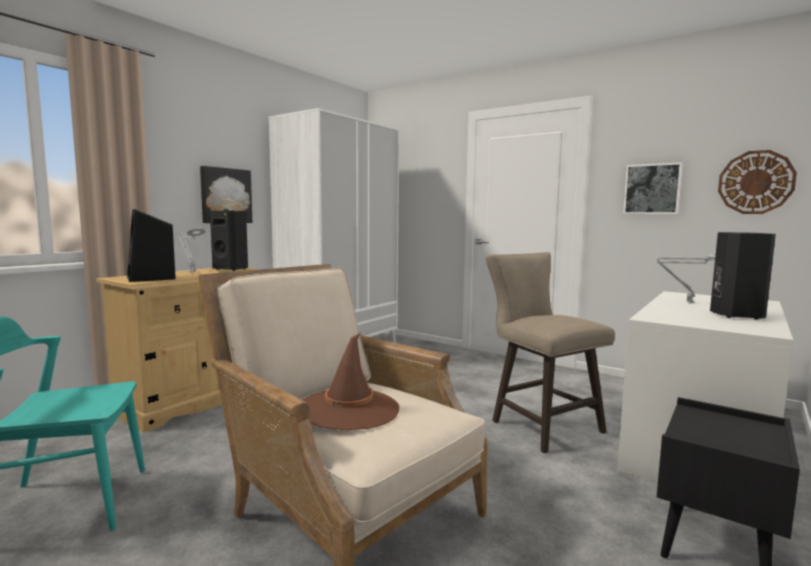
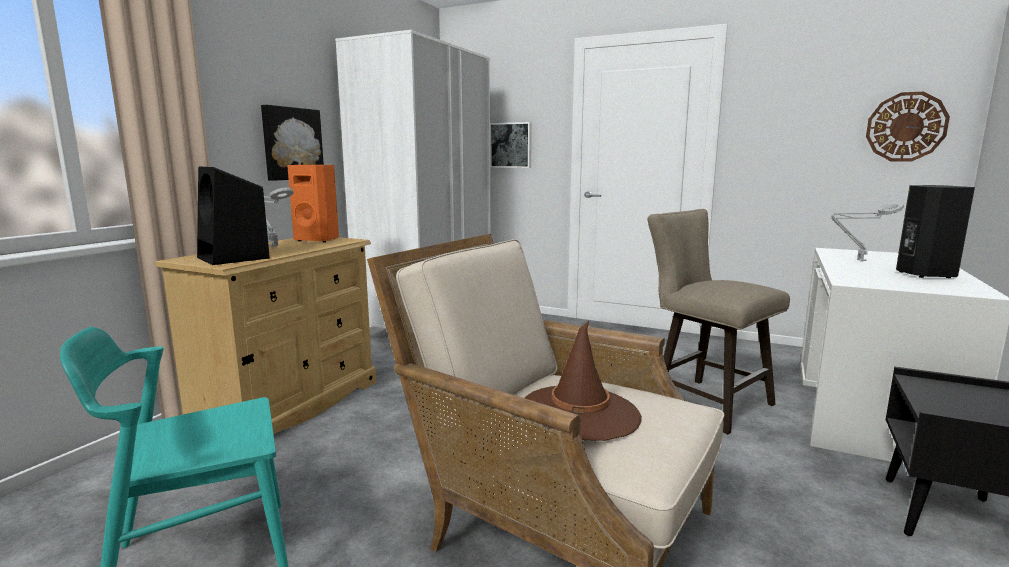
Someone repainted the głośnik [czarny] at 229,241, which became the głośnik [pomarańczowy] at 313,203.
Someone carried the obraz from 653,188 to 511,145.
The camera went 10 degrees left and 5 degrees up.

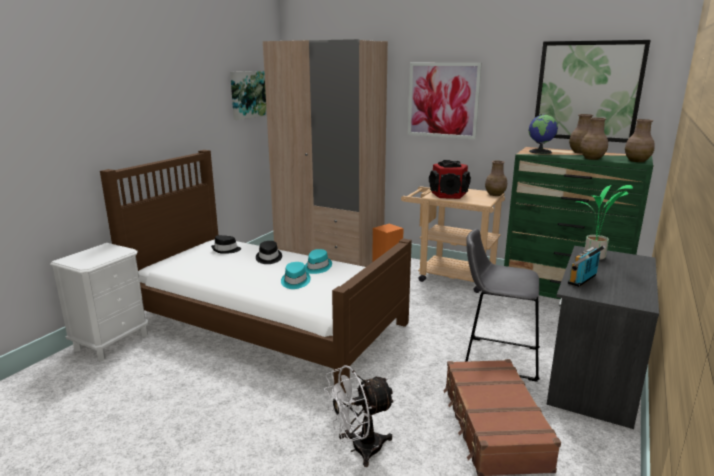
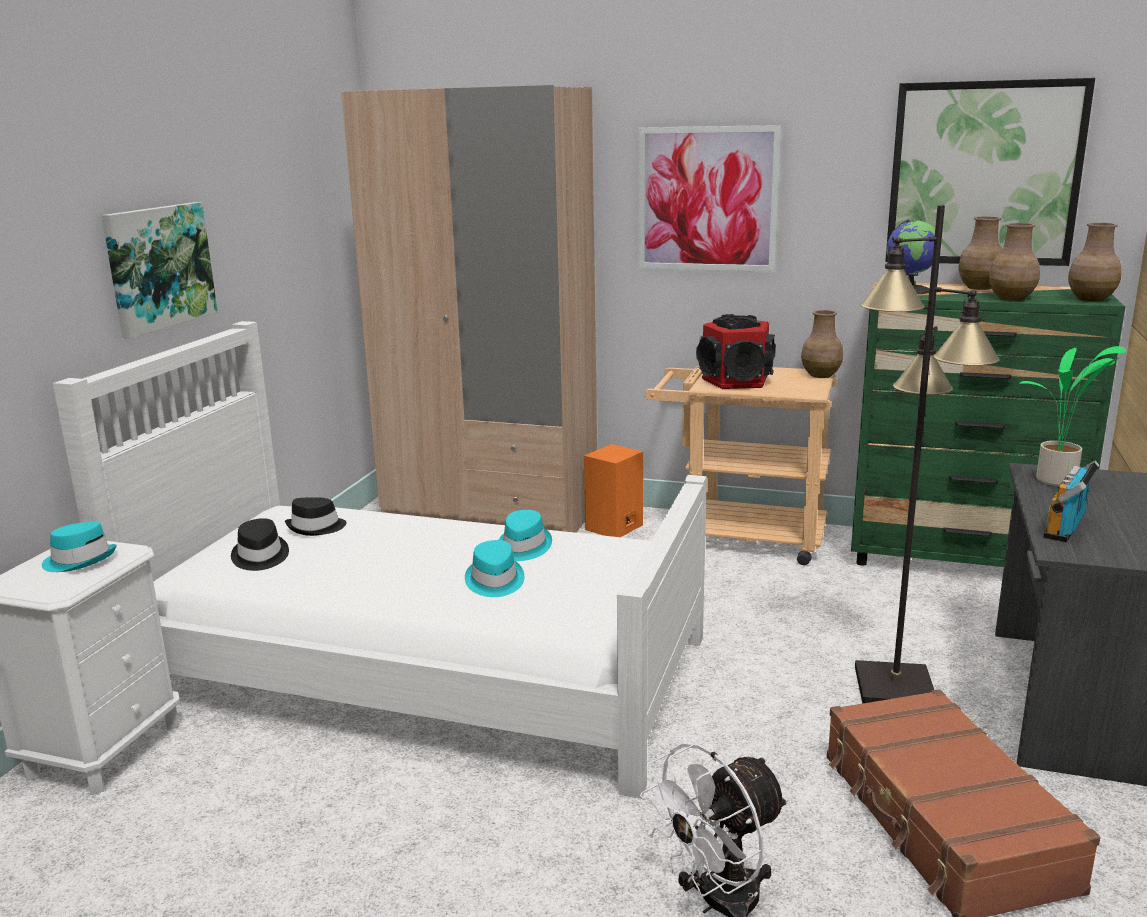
Someone put down the kapelusz [turkusowy] at 79,547.
Someone repainted the łóżko [brązowy] at 256,272, which became the łóżko [biały] at 380,560.
Someone carried the obraz from 248,95 to 159,270.
Someone carried the kapelusz [czarny] from 269,252 to 260,544.
Someone swapped the stołek [szary] at 502,305 for the lampa stojąca [czarny] at 927,454.
The camera went 10 degrees left and 0 degrees up.

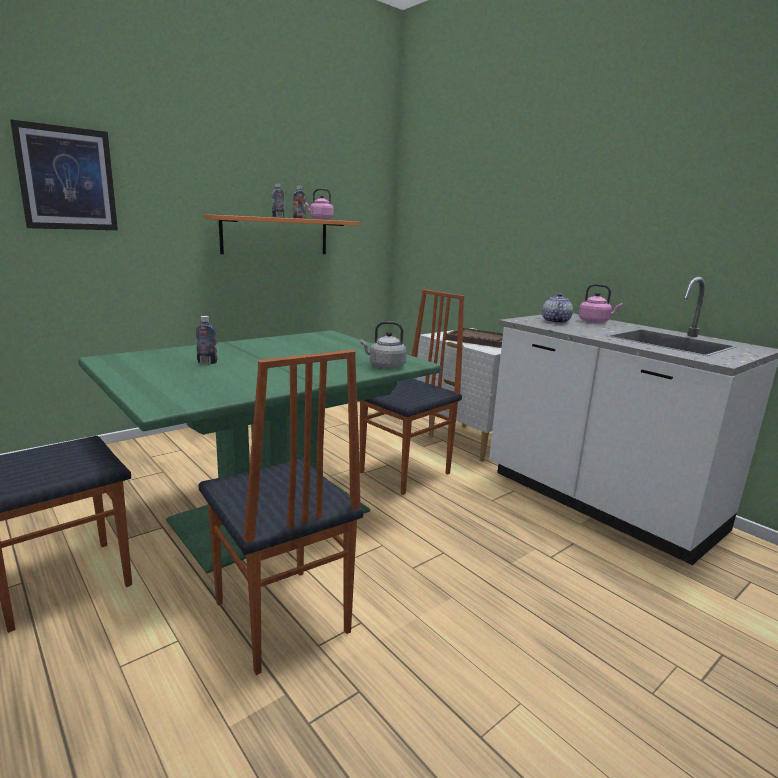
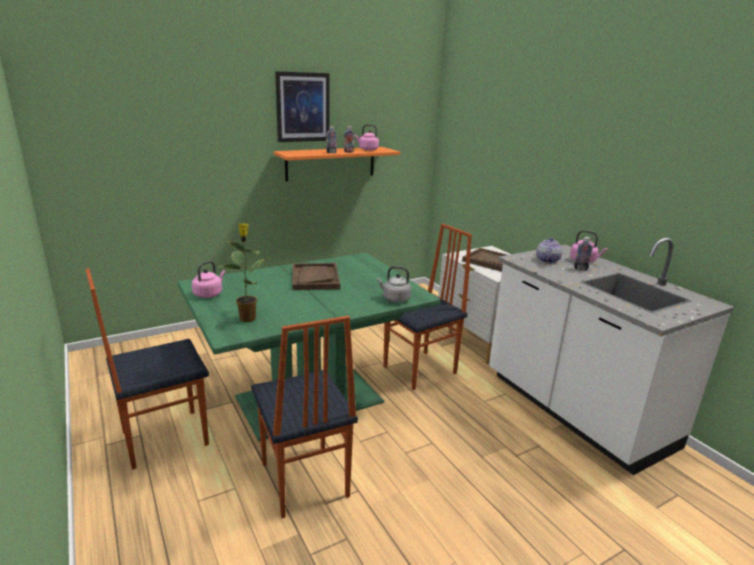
Someone put down the czajnik [różowy] at 208,279.
Someone put down the roślina doniczkowa at 243,272.
Someone carried the obraz from 64,174 to 302,106.
Someone put down the taca [brązowy] at 316,276.
Someone carried the butelka from 206,340 to 583,254.
The camera went 10 degrees right and 5 degrees up.

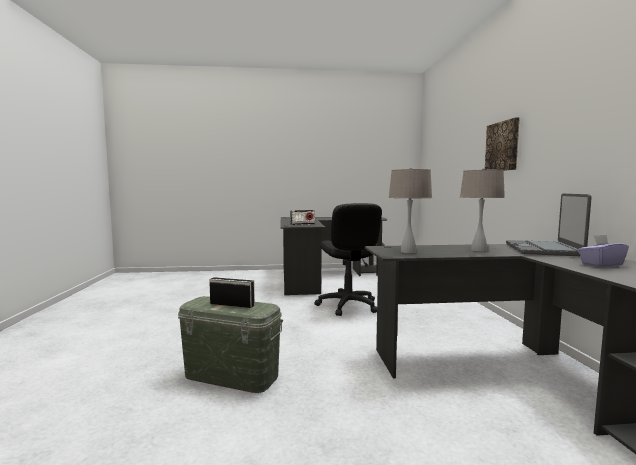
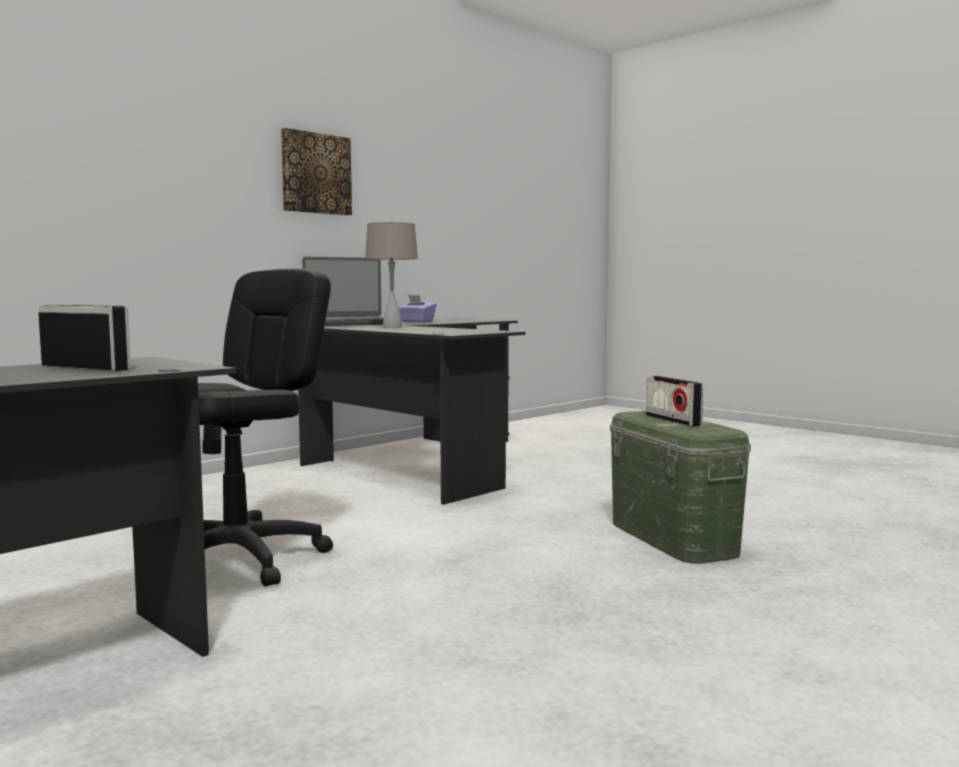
Someone carried the obraz from 502,144 to 316,171.
Someone took away the lampa stołowa [beżowy] at 410,210.
The camera went 130 degrees left and 0 degrees up.

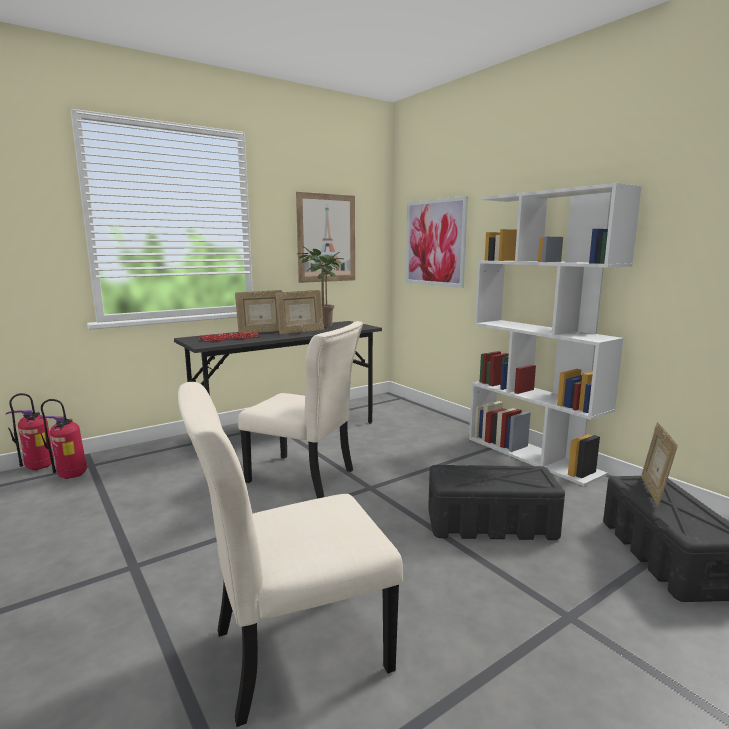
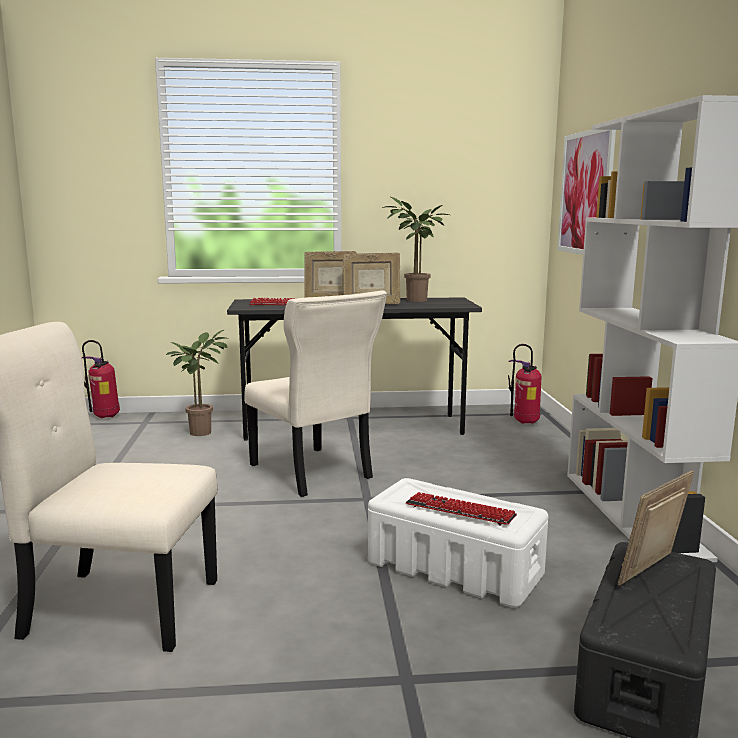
Someone put down the roślina doniczkowa at 197,383.
Someone repainted the pojemnik do przechowywania [czarny] at 496,502, which became the pojemnik do przechowywania [biały] at 458,543.
Someone put down the klawiatura at 461,509.
Someone carried the gaśnica from 63,439 to 525,384.
Someone took away the obraz at 325,237.
The camera went 30 degrees right and 0 degrees up.

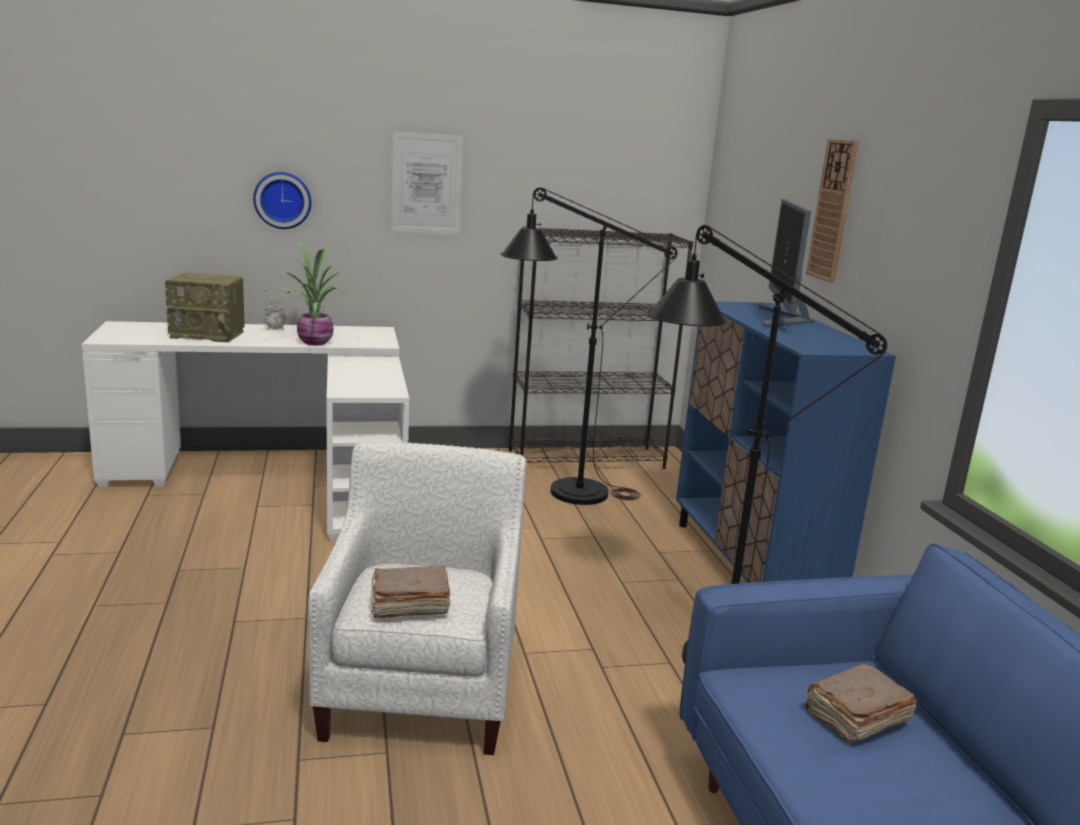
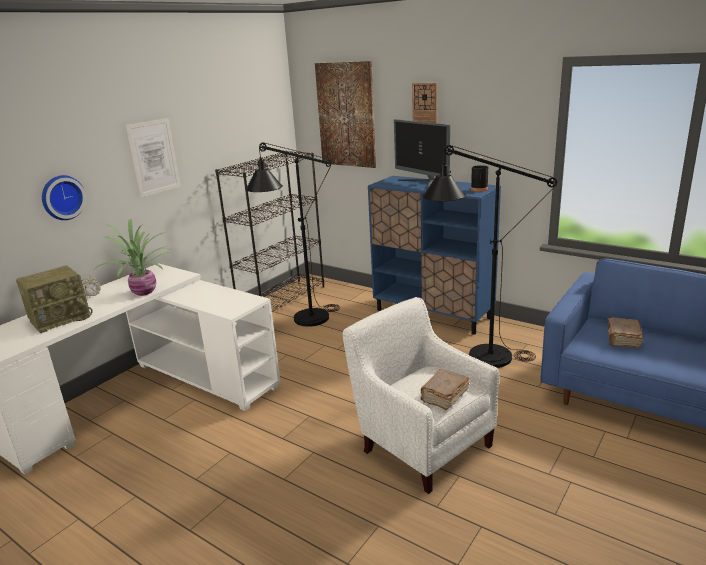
Someone put up the obraz at 345,114.
Someone put down the butelka [czarny] at 479,174.
The camera went 40 degrees left and 5 degrees up.

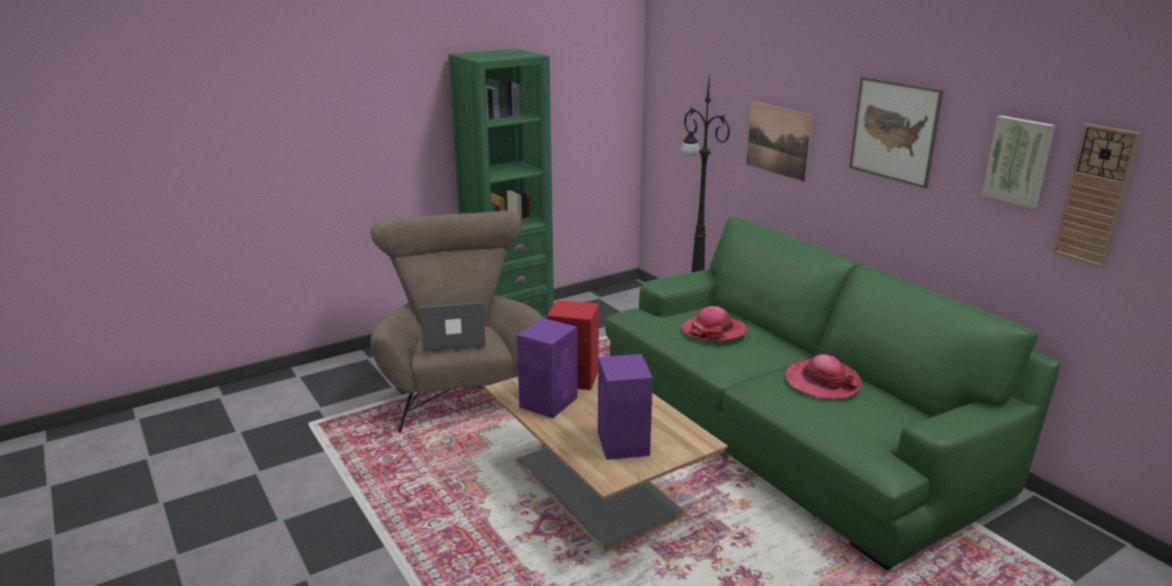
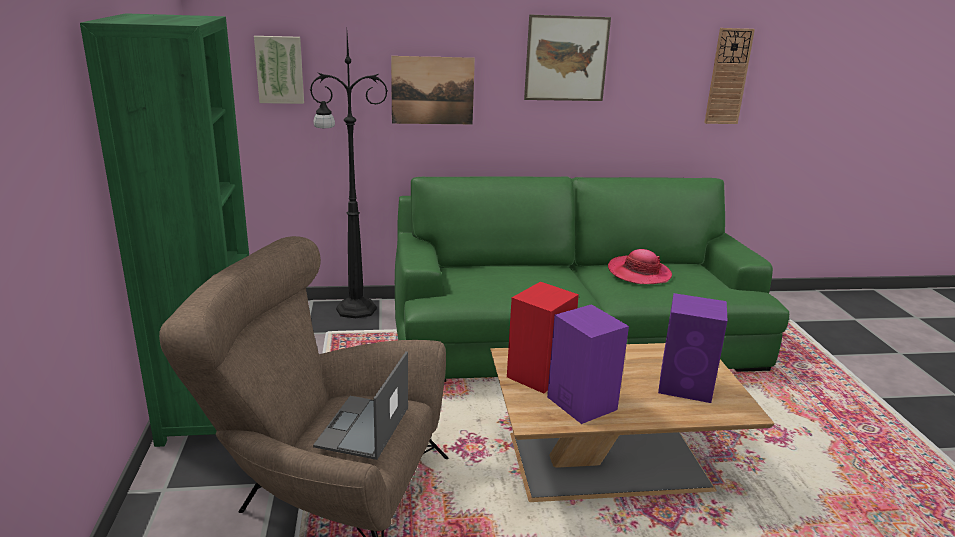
Someone carried the obraz from 1018,161 to 279,70.
Someone took away the kapelusz at 714,324.
The camera went 65 degrees left and 0 degrees up.

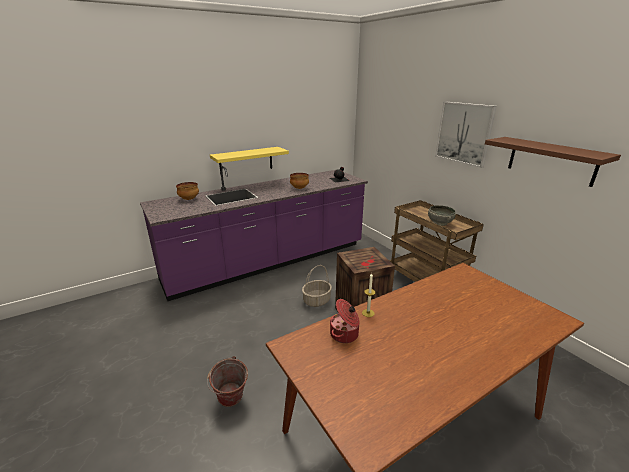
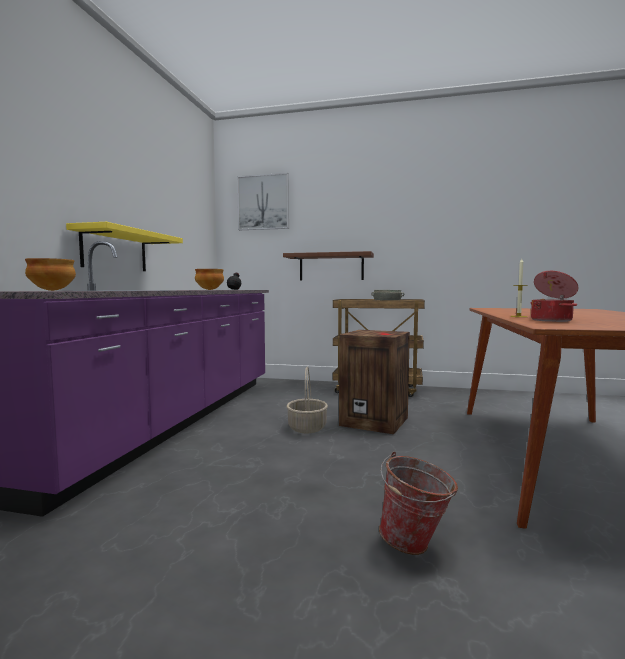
Someone carried the obraz from 466,135 to 263,201.
Someone carried the półka [brązowy] from 553,162 to 328,265.
The camera went 45 degrees left and 20 degrees down.

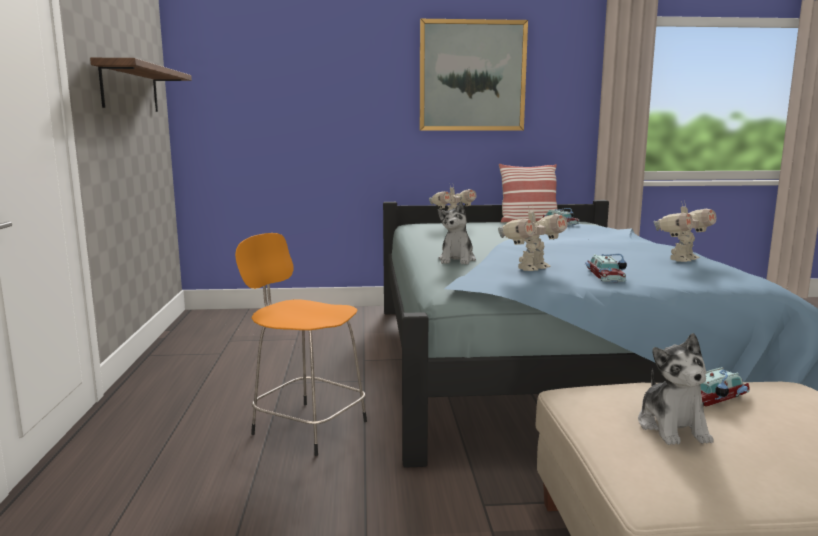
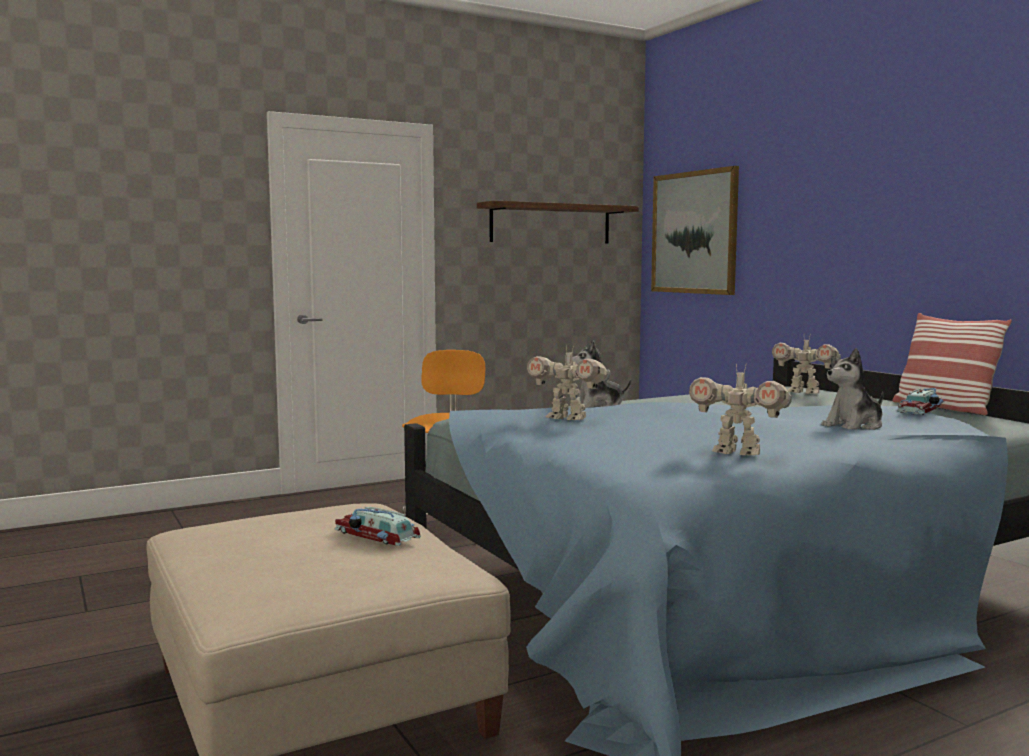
Someone carried the obraz from 474,75 to 695,230.
Someone carried the pluszak from 676,389 to 852,389.
Someone took away the samochodzik at 606,268.
The camera went 65 degrees right and 5 degrees down.

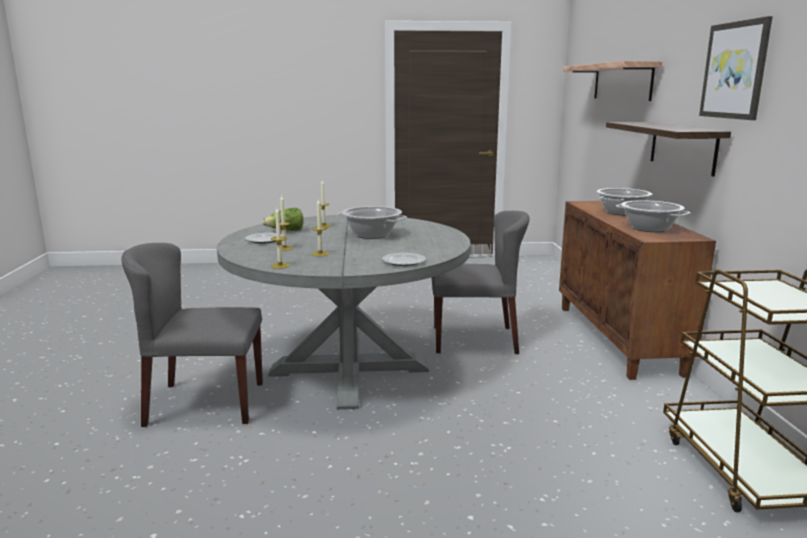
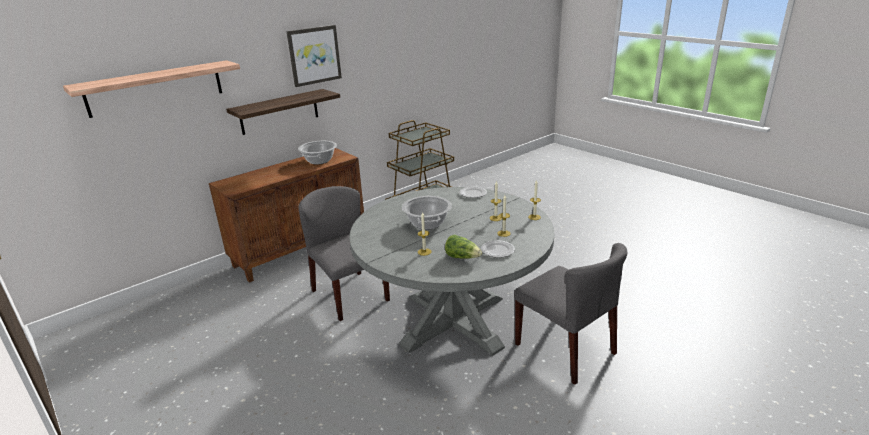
Someone took away the garnek at 624,202.
The camera went 125 degrees left and 10 degrees up.

